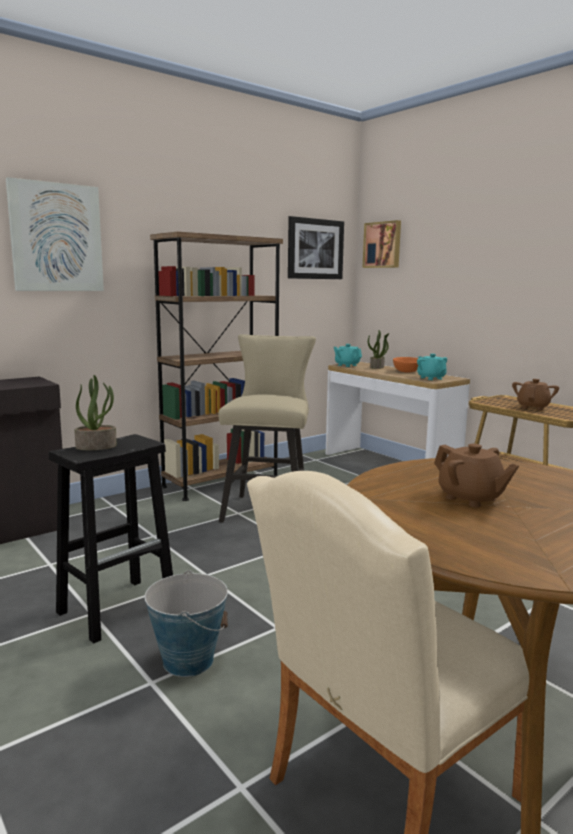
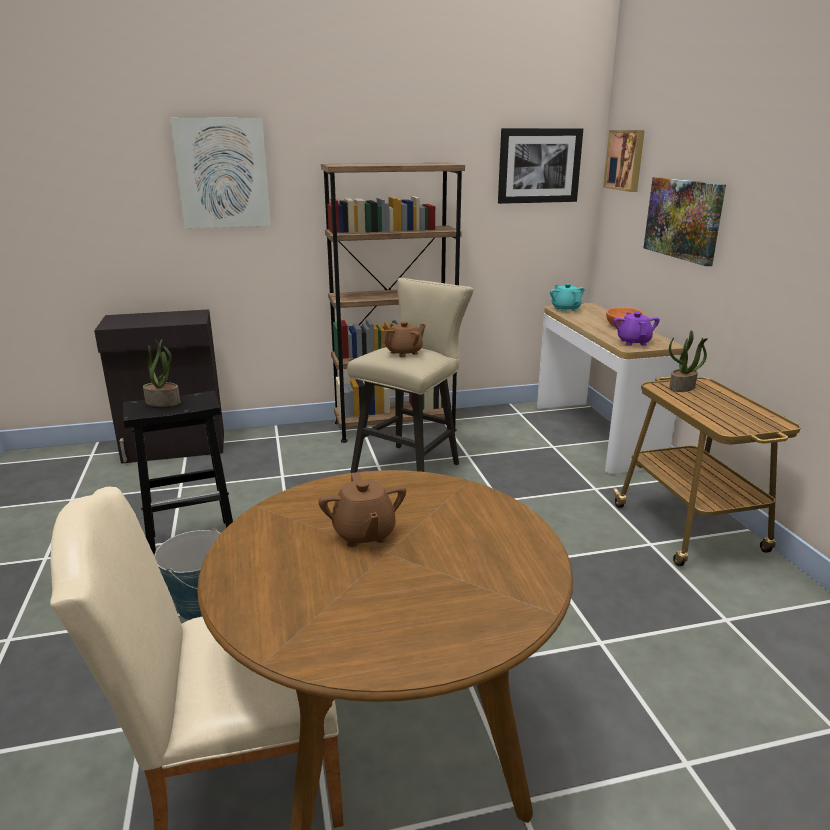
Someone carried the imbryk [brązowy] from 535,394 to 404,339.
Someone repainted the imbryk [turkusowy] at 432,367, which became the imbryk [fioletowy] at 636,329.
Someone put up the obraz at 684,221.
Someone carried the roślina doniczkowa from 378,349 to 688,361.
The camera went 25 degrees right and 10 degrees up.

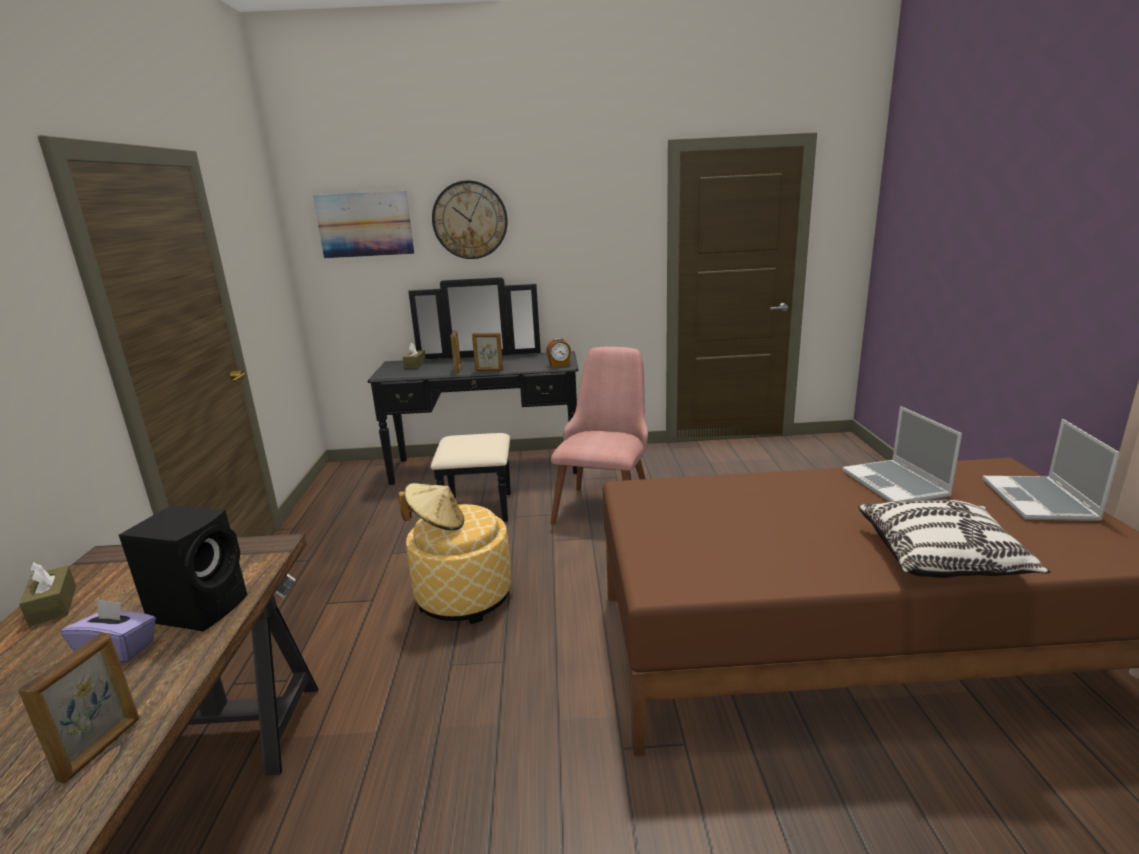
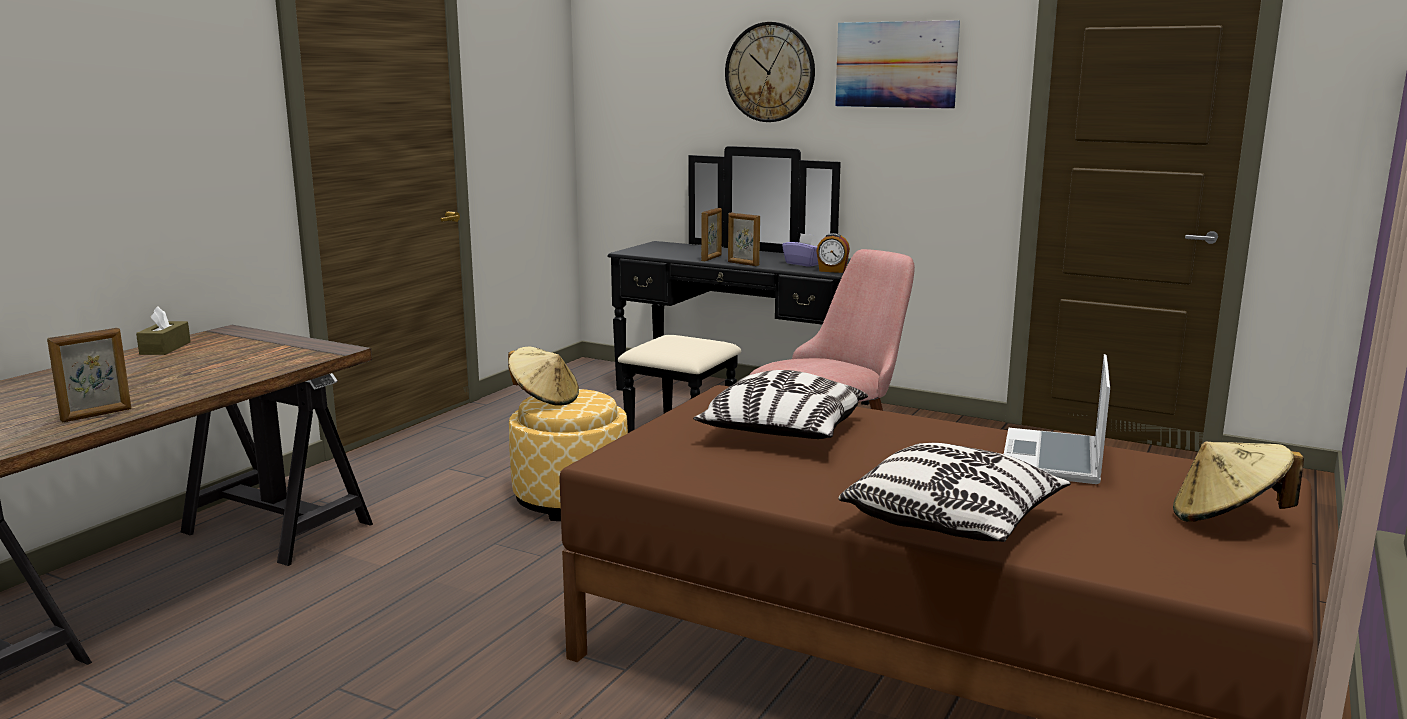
Someone put down the poduszka at 780,404.
Someone carried the pudełko chusteczek [fioletowy] from 108,631 to 800,250.
Someone carried the obraz from 363,224 to 897,64.
Someone swapped the laptop at 1051,470 for the kapelusz [beżowy] at 1238,481.
Someone took away the głośnik [czarny] at 183,568.
Someone took away the pudełko chusteczek [brązowy] at 414,356.
The camera went 30 degrees right and 5 degrees down.

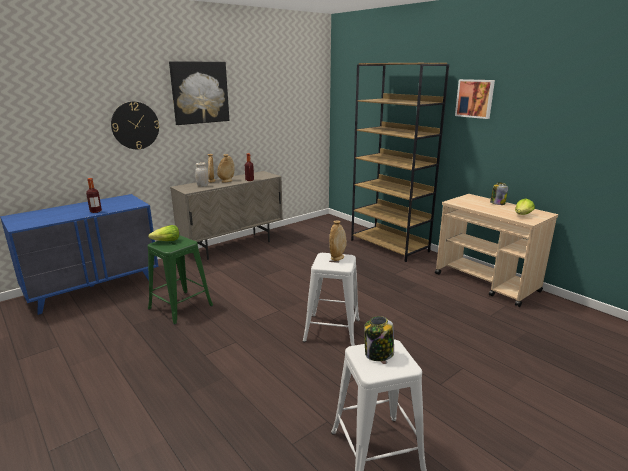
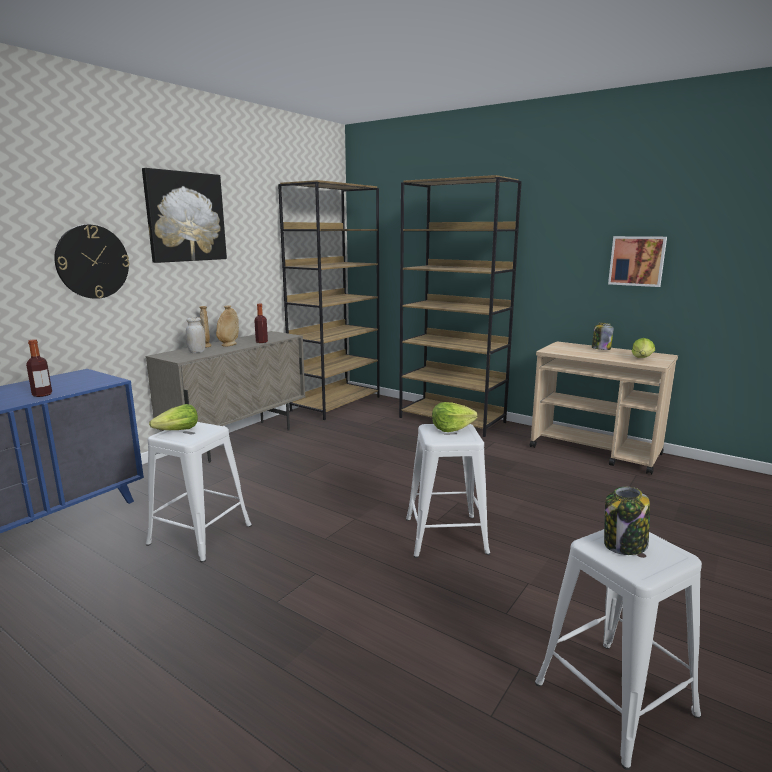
Someone repainted the stołek [zielony] at 180,280, which became the stołek [biały] at 199,492.
Someone put down the regał [brązowy] at 329,300.
Someone swapped the wazon [beżowy] at 338,240 for the sałata at 455,417.
Someone carried the obraz from 475,99 to 637,261.
The camera went 15 degrees left and 5 degrees down.

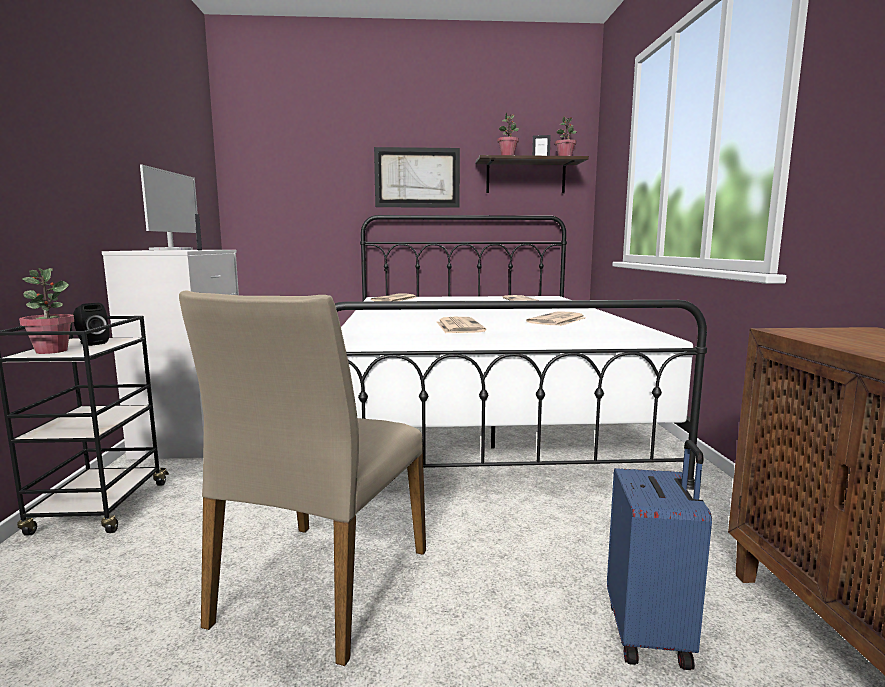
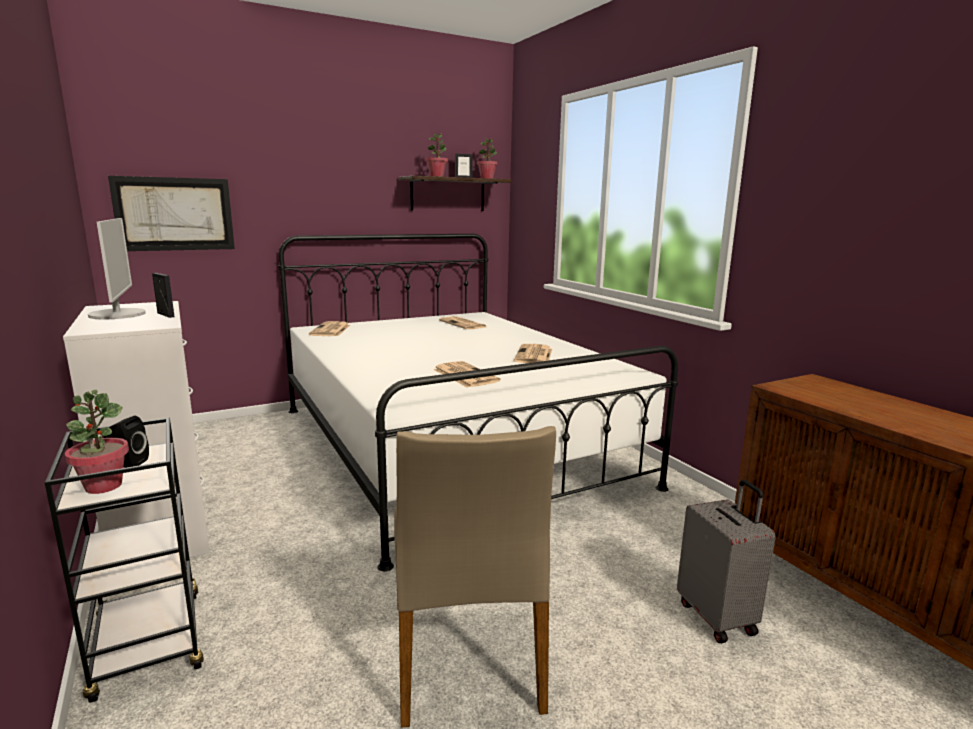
Someone carried the obraz from 417,177 to 171,213.
Someone repainted the walizka [niebieski] at 659,555, which became the walizka [szary] at 726,561.
The camera went 25 degrees left and 5 degrees up.

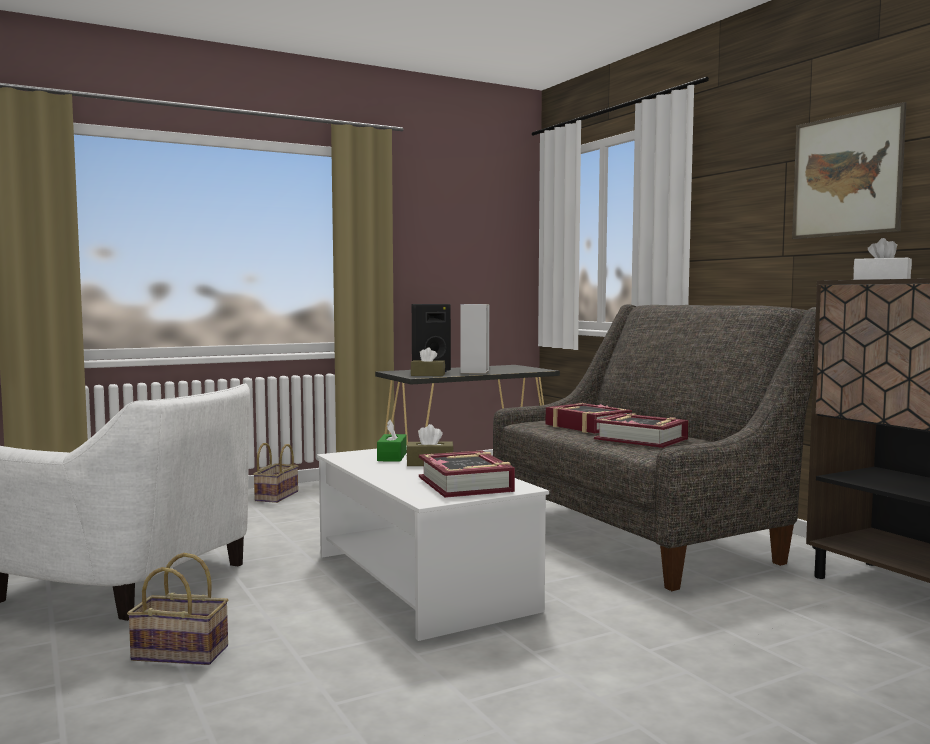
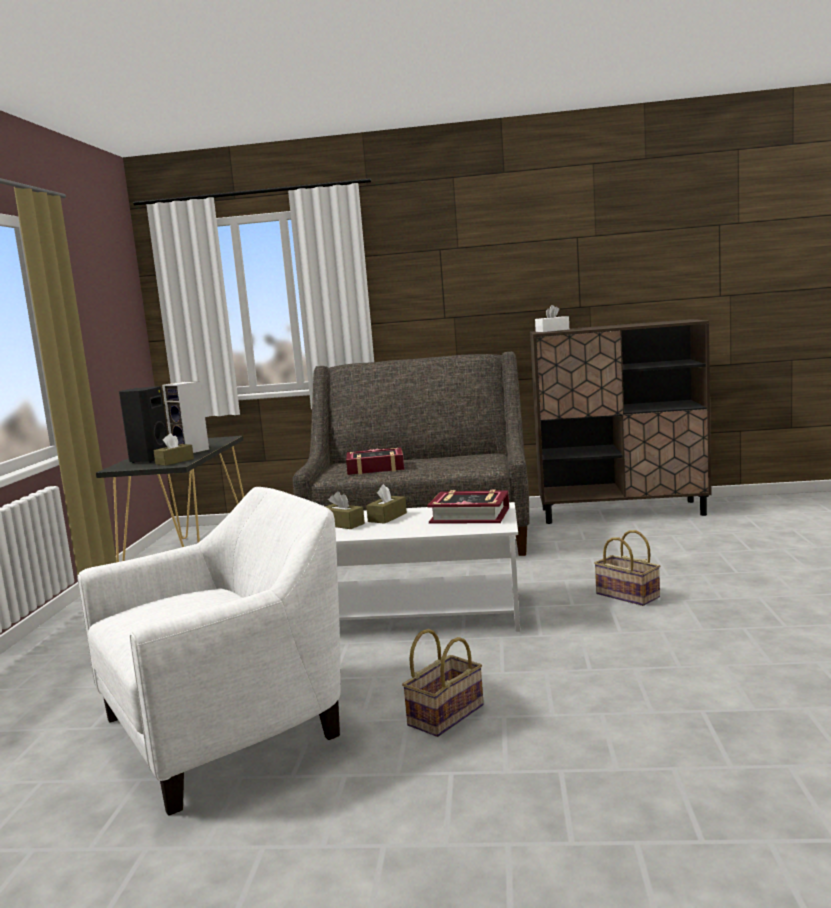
Someone repainted the pudełko chusteczek [zielony] at 392,441, which became the pudełko chusteczek [brązowy] at 345,510.
Someone carried the koszyk from 275,473 to 627,568.
Someone took away the książka at 641,430.
Someone took away the obraz at 849,170.
The camera went 55 degrees left and 5 degrees up.

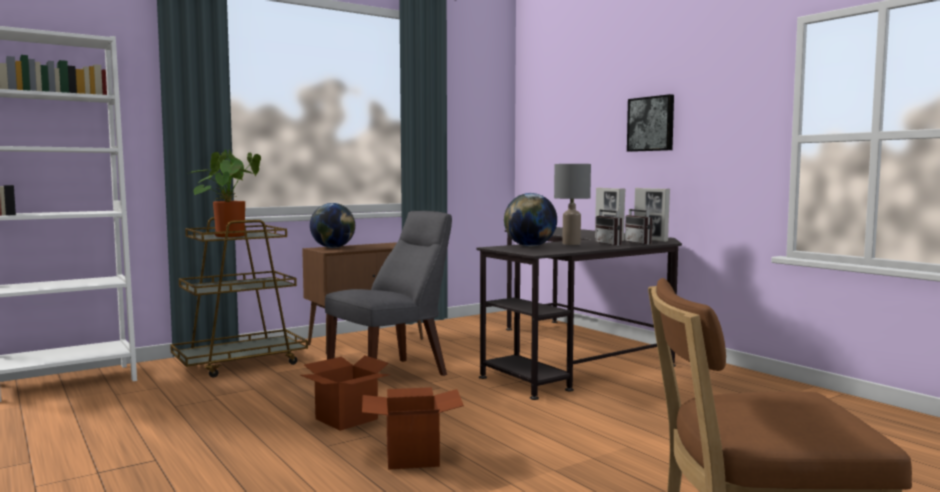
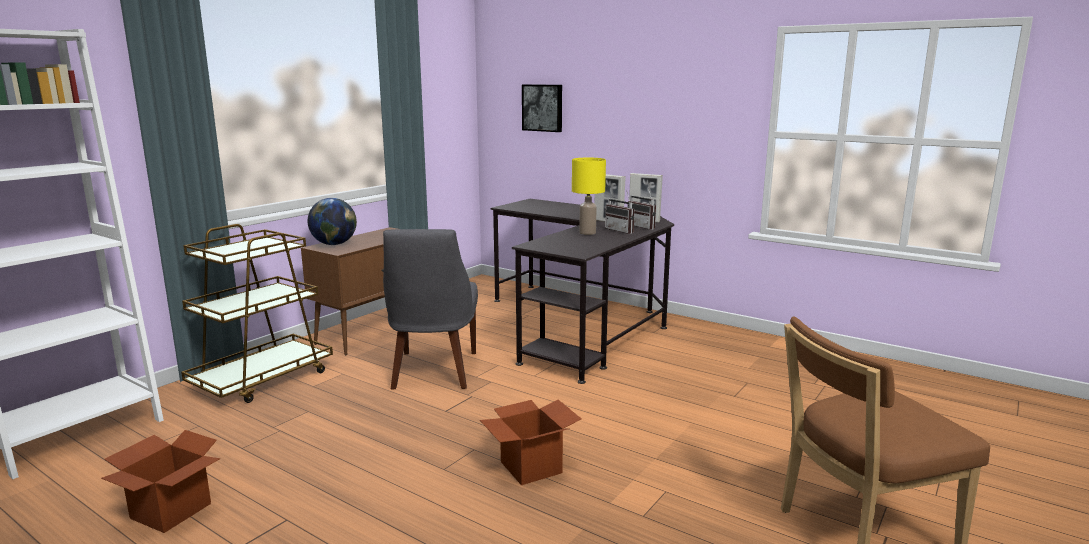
Someone carried the karton from 345,393 to 160,481.
Someone rotated the krzesło [szary] at 388,293 by 150 degrees clockwise.
Someone carried the obraz from 650,123 to 542,108.
Someone repainted the lampa stołowa [szary] at 572,204, which became the lampa stołowa [żółty] at 589,196.
Someone took away the roślina doniczkowa at 225,193.
Someone took away the globus at 530,220.
The camera went 20 degrees left and 10 degrees up.

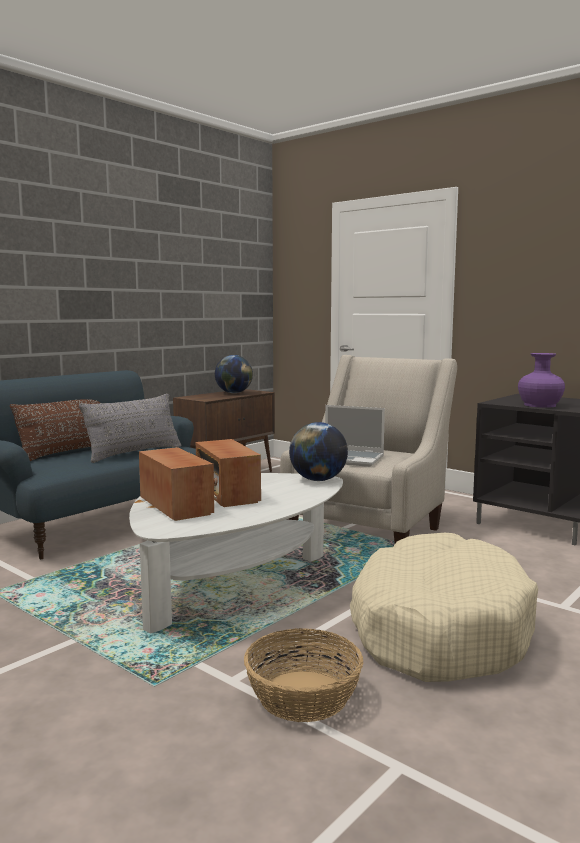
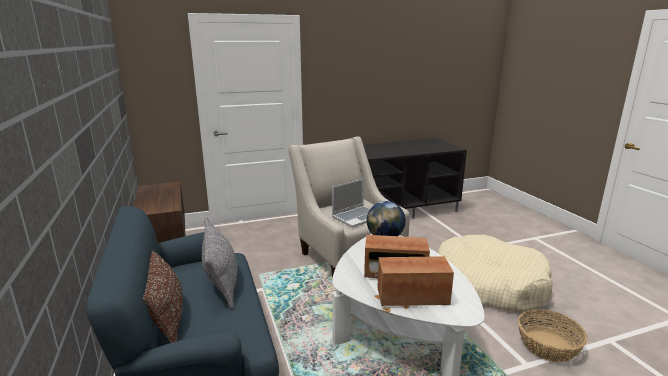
Someone took away the globus at 234,374.
Someone took away the wazon [fioletowy] at 541,380.
The camera went 60 degrees left and 10 degrees up.

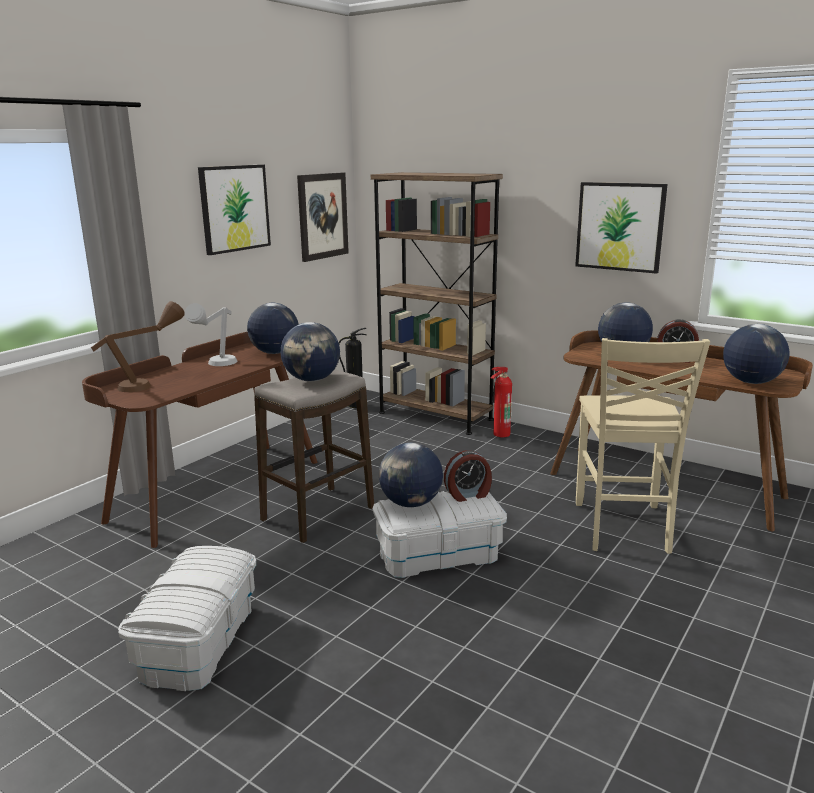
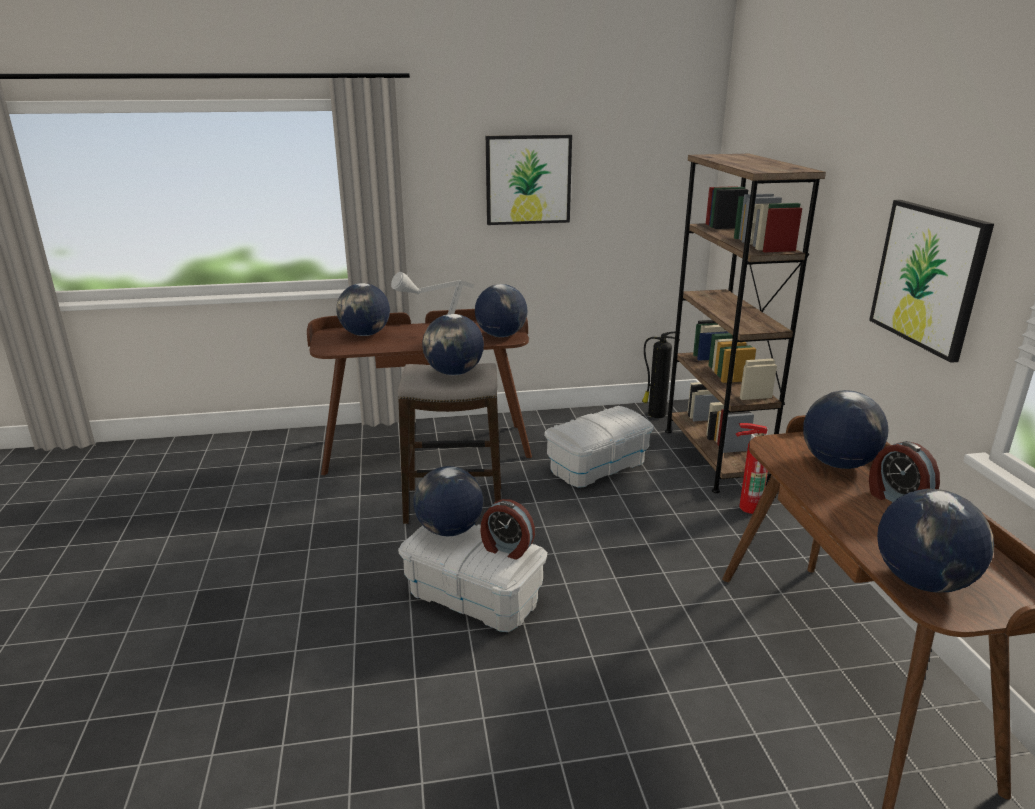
Someone swapped the lampa stołowa [brązowy] at 137,346 for the globus at 363,309.
Someone carried the pojemnik do przechowywania [biały] from 187,618 to 599,447.
Someone took away the obraz at 323,217.
Someone took away the krzesło [beżowy] at 643,446.
The camera went 45 degrees right and 5 degrees up.

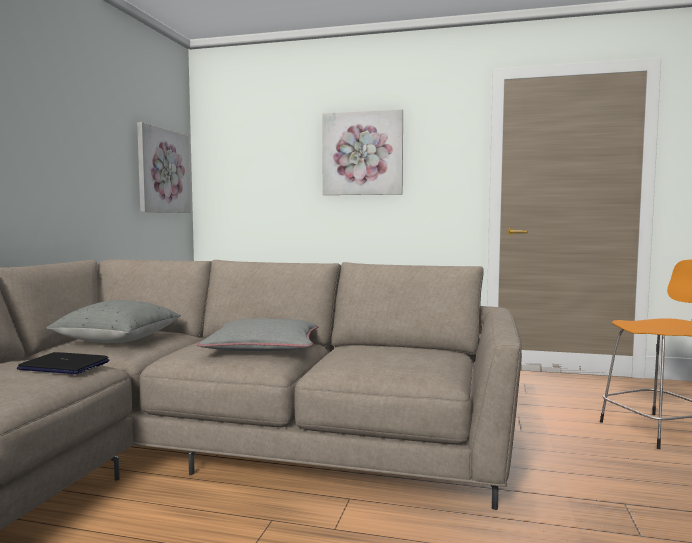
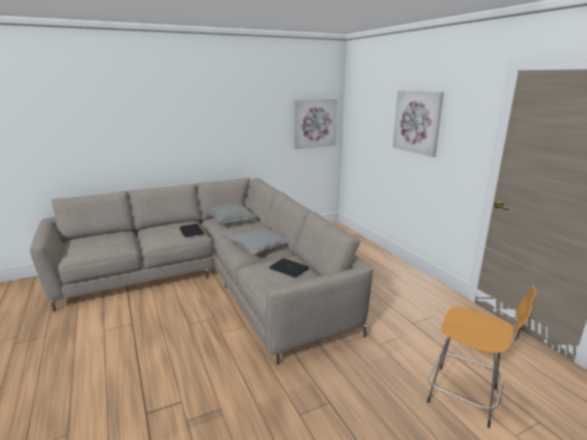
Someone put down the laptop at 289,268.
The camera went 50 degrees right and 15 degrees up.

